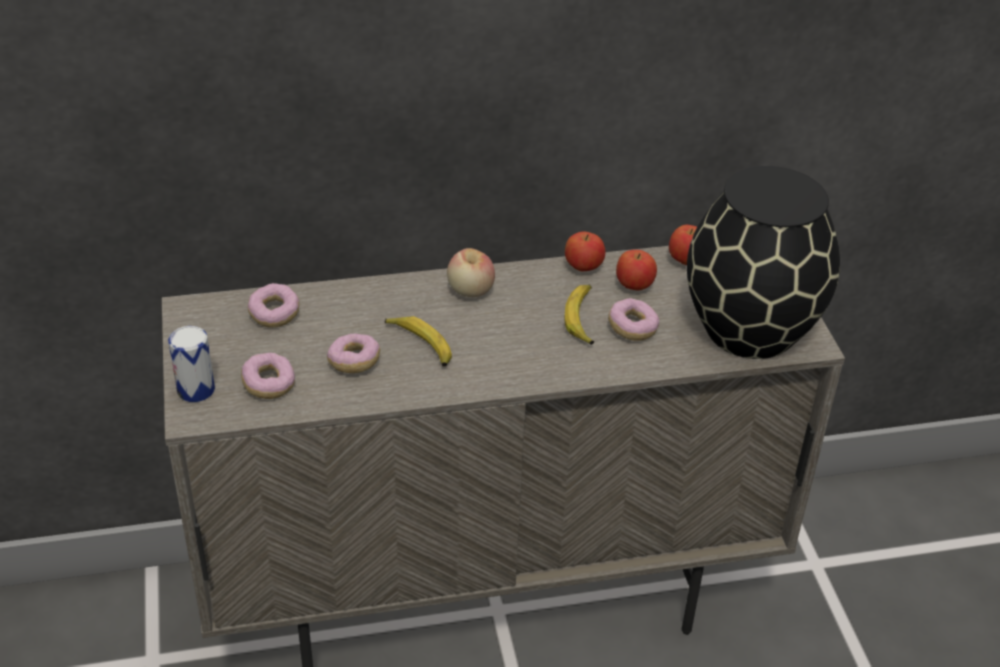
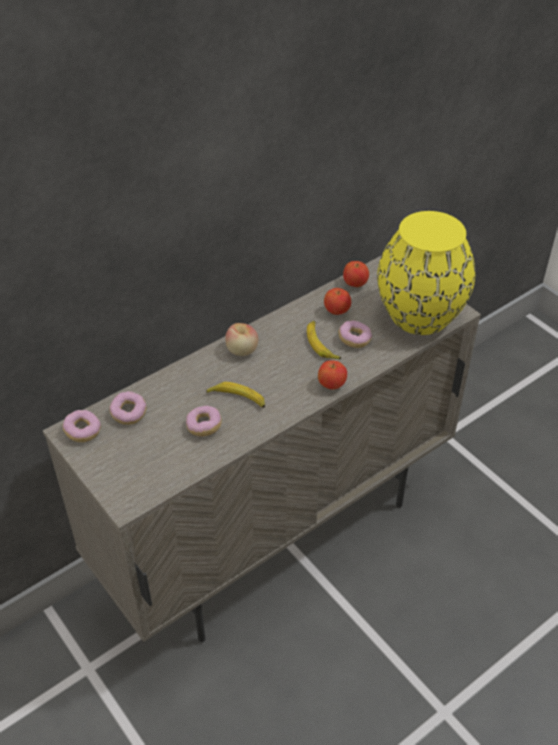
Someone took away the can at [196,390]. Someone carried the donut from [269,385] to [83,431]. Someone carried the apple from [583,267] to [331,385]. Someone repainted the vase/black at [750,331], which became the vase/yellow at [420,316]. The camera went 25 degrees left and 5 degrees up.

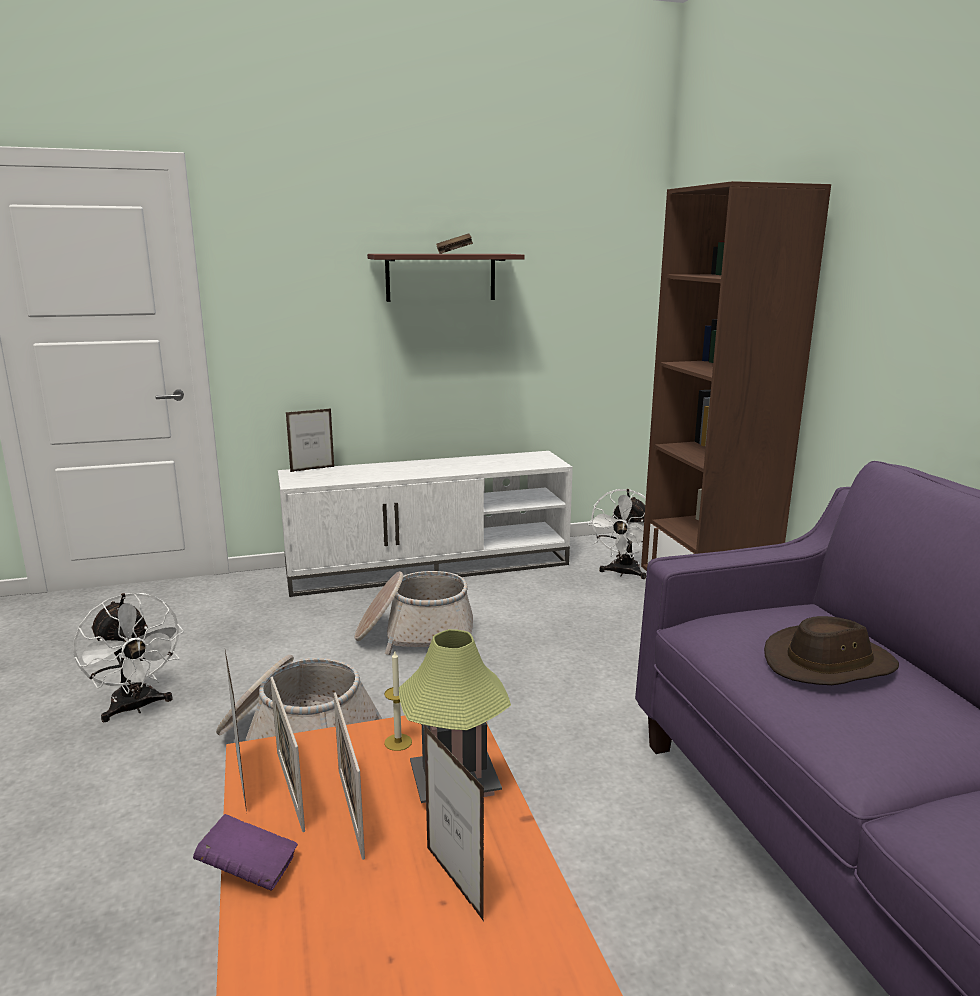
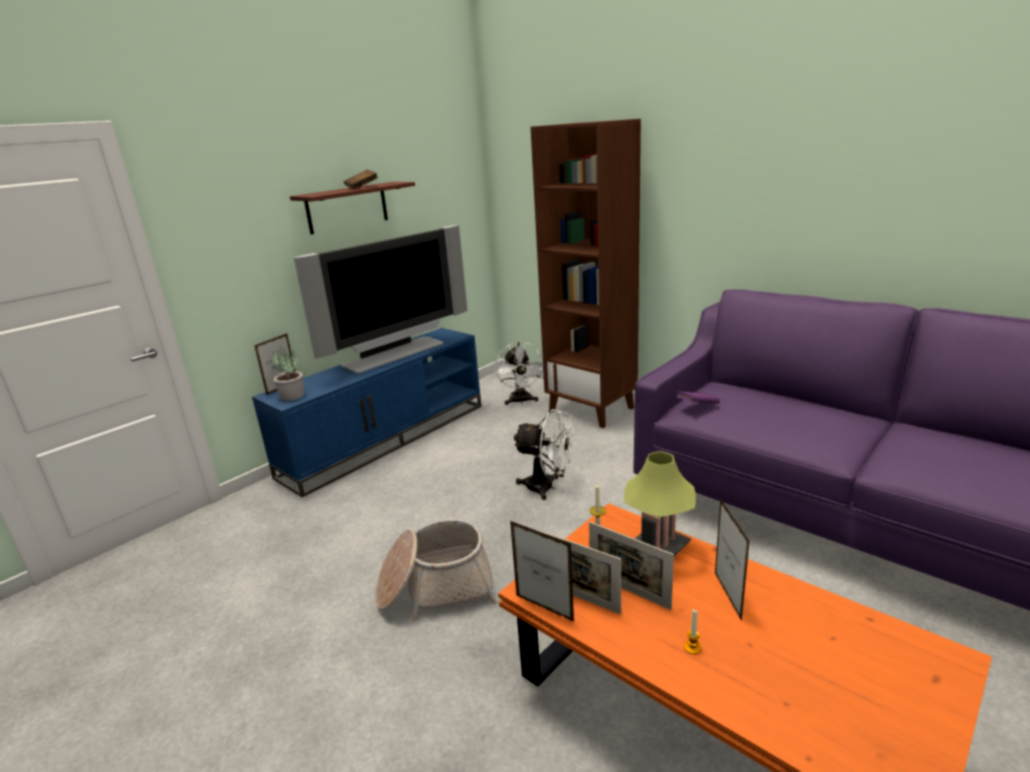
Someone carried the fan/white from [136,707] to [547,487]. Someone carried the book/purple from [249,870] to [697,406]. Someone repainted the tv stand/white at [430,566], which became the tv stand/blue at [387,438]. Someone took away the basket at [415,635]. Someone rotated the picture frame at [454,882] by 120 degrees counterclockwise. Someone took away the hat/brown at [829,664]. Someone put down the potted plant at [291,396]. Someone put down the television at [395,354]. Someone put down the candle at [692,647]. The camera went 30 degrees left and 5 degrees up.

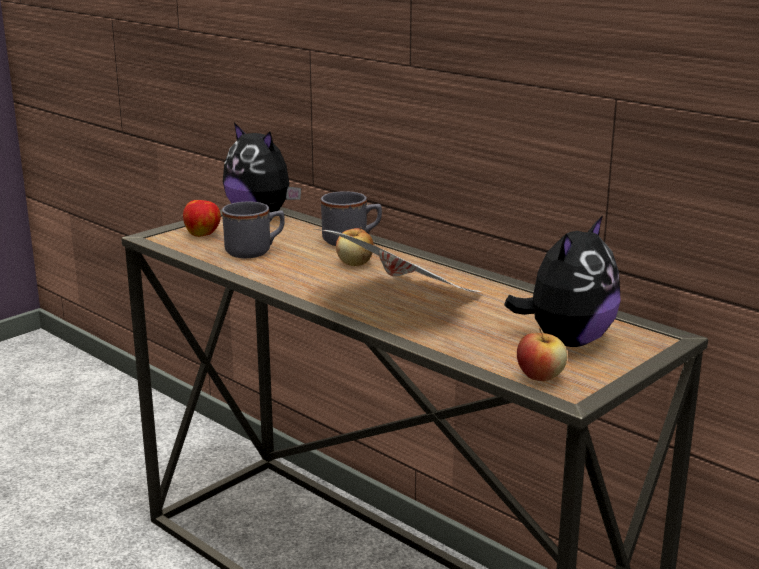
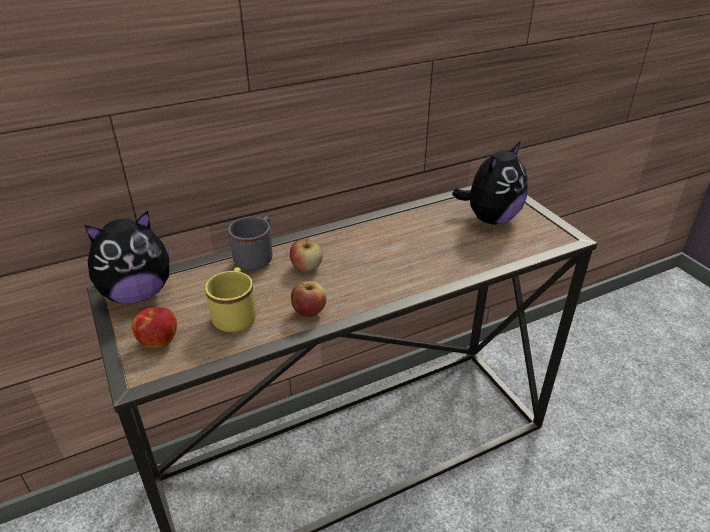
Someone repainted the mug/grey at [255,251], which became the mug/yellow at [236,315]. Someone took away the newspaper at [401,304]. Someone rotated the plush toy at [567,340] by 75 degrees clockwise. Someone carried the apple from [540,376] to [309,311]. The camera went 70 degrees left and 15 degrees up.

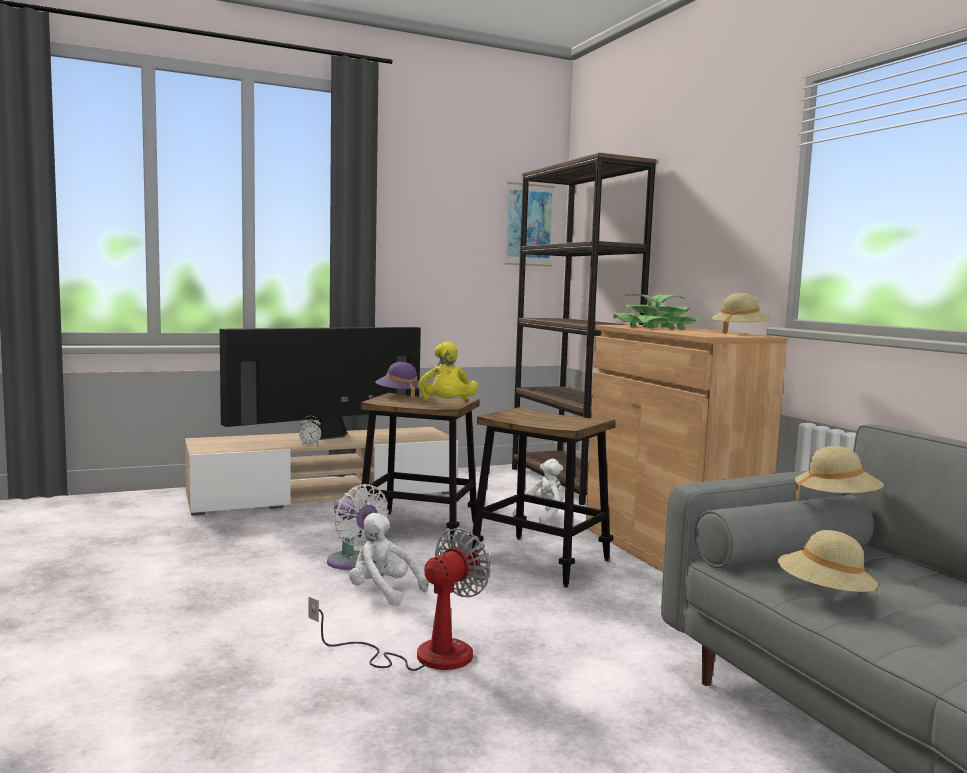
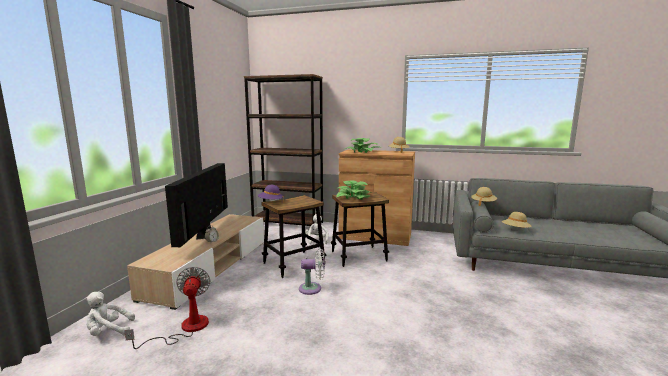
Someone carried the fan from [422,655] to [185,329]. Someone carried the plush toy/white from [382,592] to [108,332]. Someone took away the plush toy/yellow at [447,406]. Someone took away the picture at [529,225]. Someone put down the potted plant at [353,197]. The camera went 50 degrees left and 5 degrees up.

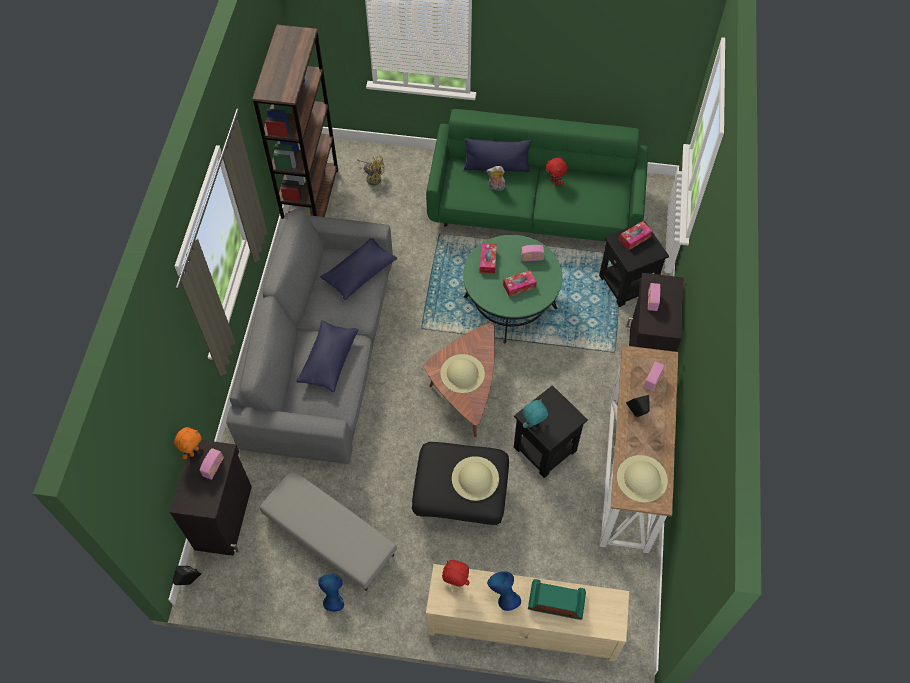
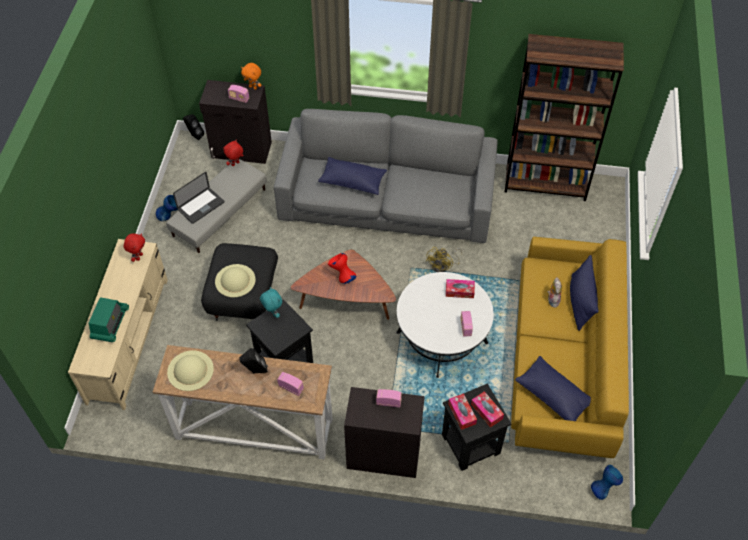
Someone carried the pillow/blue from [359,273] to [553,395]. Someone carried the fan/yellow from [373,177] to [443,266]. Someone repainted the sofa/green at [535,208], which became the sofa/yellow at [562,363]. Someone swapped the hat/beige at [462,373] for the vase/red at [342,277]. Someone repainted the coffee table/green at [510,302], which became the coffee table/white at [442,338]. Someone carried the vase/blue from [503,596] to [603,488]. Someone carried the tissue box from [519,286] to [462,414]. Someone carried the plush toy/red from [555,182] to [235,164]. Someone put down the laptop at [201,206]. The camera went 90 degrees right and 5 degrees down.

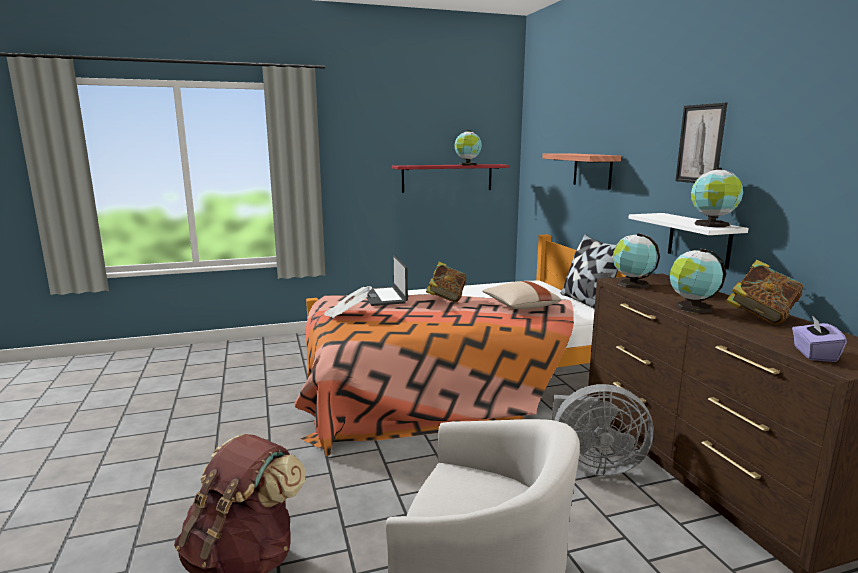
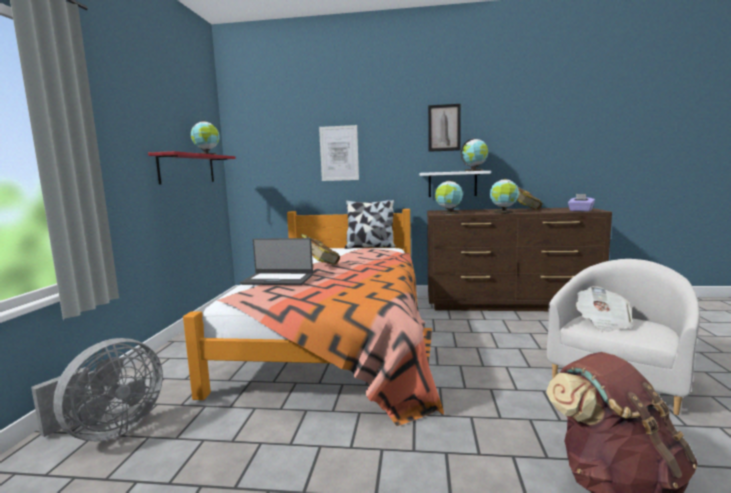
Someone carried the newspaper from [347,314] to [602,323]. Someone took away the pillow/beige at [520,307]. Someone swapped the shelf at [592,170] for the picture at [339,153]. Someone carried the fan/grey from [593,465] to [108,431]. The camera went 65 degrees left and 5 degrees down.

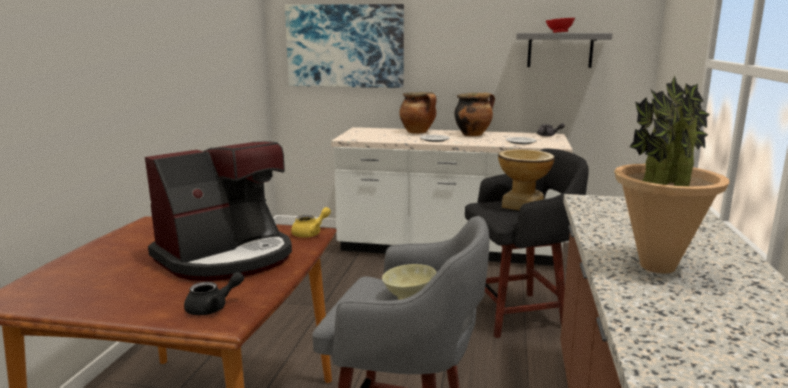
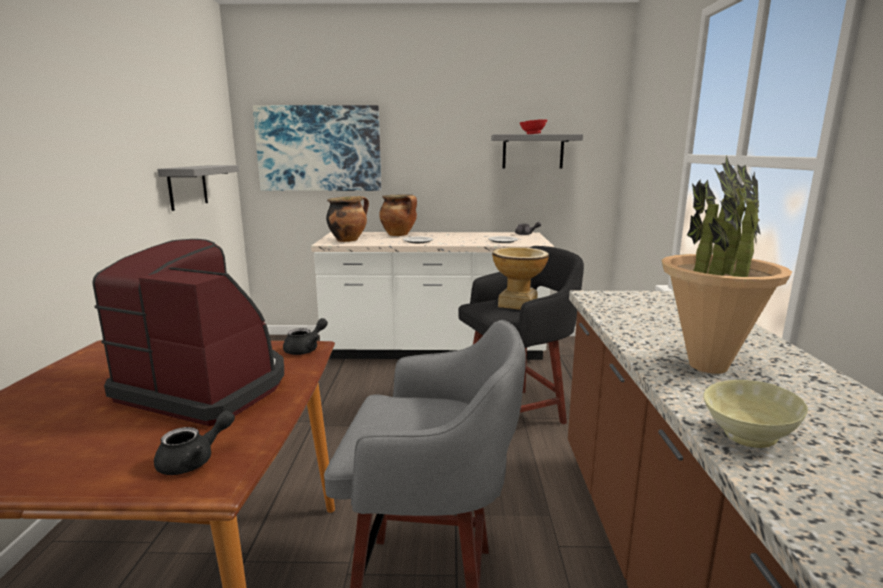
Someone rotated the coffee machine at [227,257] by 105 degrees counterclockwise. Someone repainted the teapot/yellow at [311,233], which became the teapot/black at [306,349]. Someone carried the bowl/beige from [408,297] to [745,436]. Someone carried the cooking pot from [473,134] to [348,240]. Someone put up the shelf/grey at [187,187]. The camera went 10 degrees left and 0 degrees up.

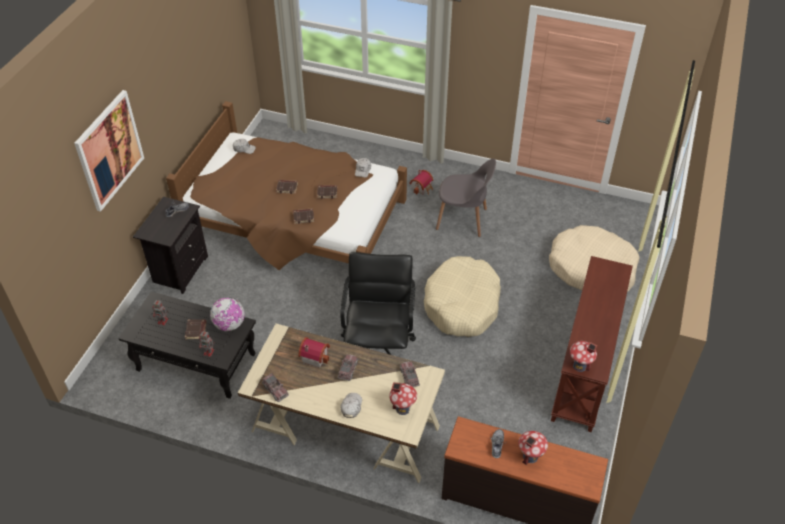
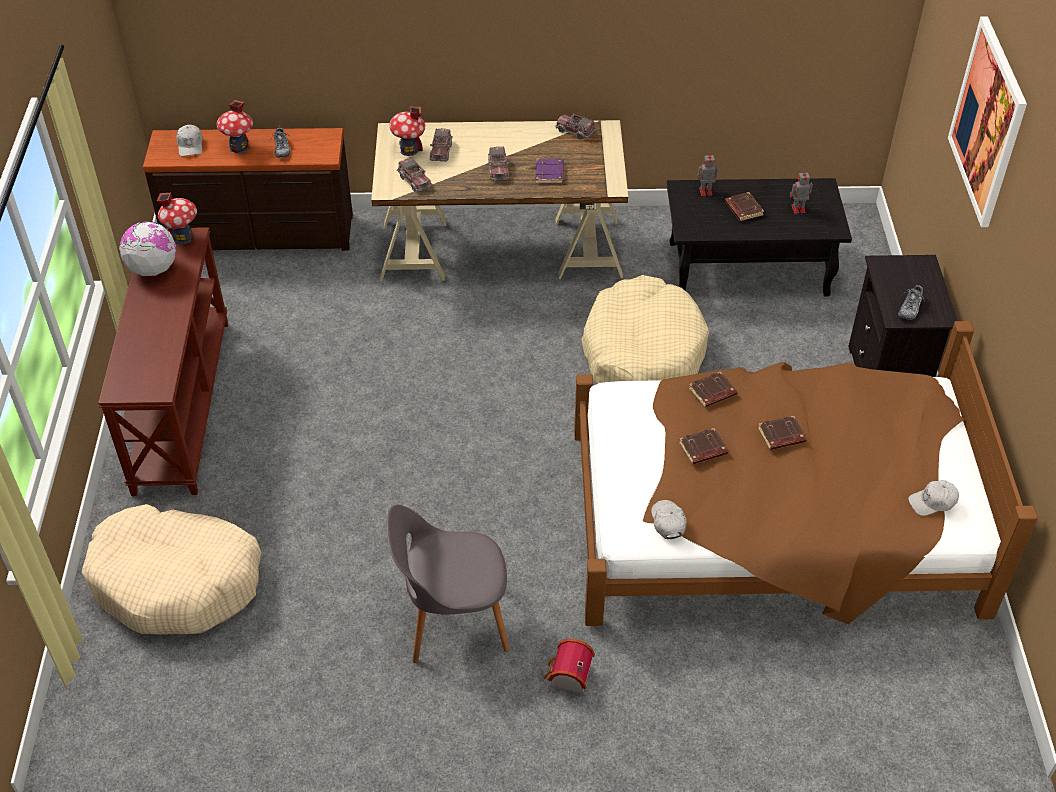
Someone carried the globe from [229,325] to [153,269]. Someone swapped the toy house at [315,356] for the book/purple at [550,174]. Someone took away the office chair/black at [378,346]. Someone carried the cap/white from [351,407] to [190,145]. Someone carried the dog bed/beige from [462,305] to [642,354]. Someone put down the toy truck at [441,151]. The camera went 160 degrees right and 0 degrees up.

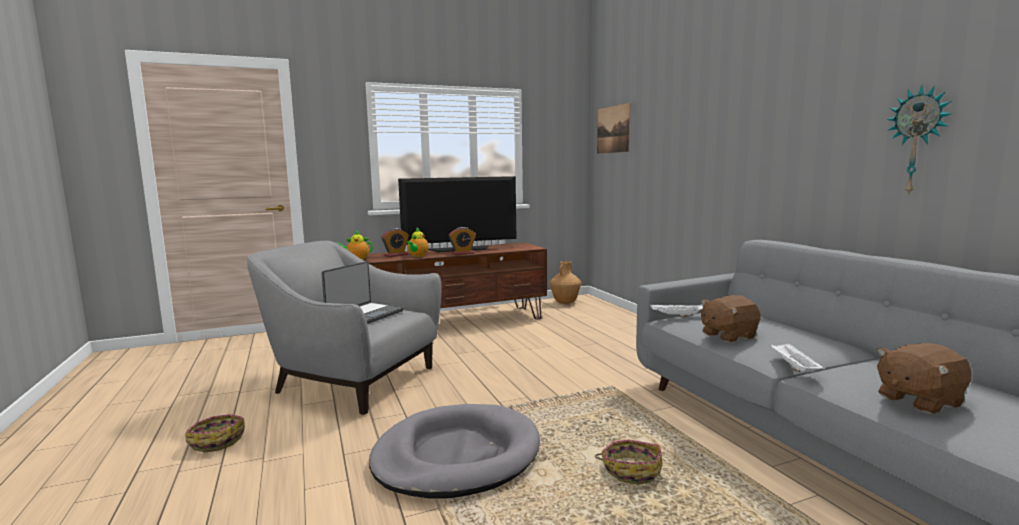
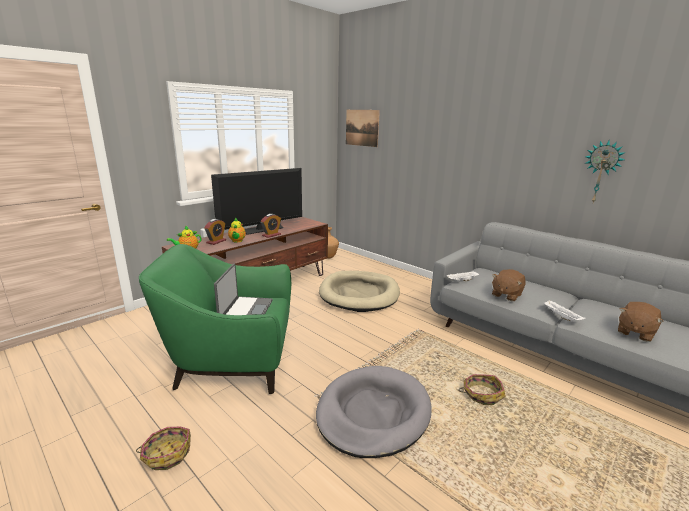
Someone repainted the armchair/grey at [354,381], which became the armchair/green at [232,362]. Someone put down the dog bed/beige at [359,294]. The camera went 25 degrees left and 10 degrees up.

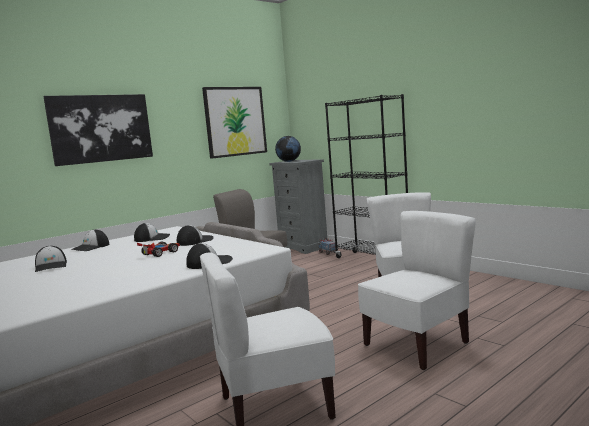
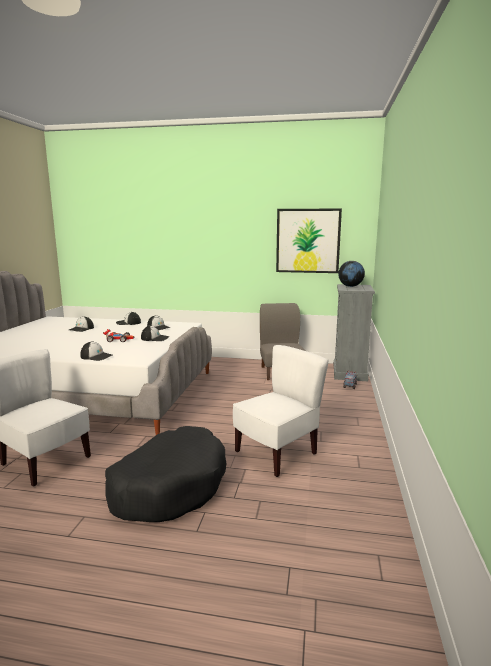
Someone took away the picture at [101,128]. Someone took away the bookcase/black at [372,260]. Someone swapped the chair/white at [418,345] for the dog bed/black at [169,486]. The camera went 50 degrees right and 5 degrees up.

